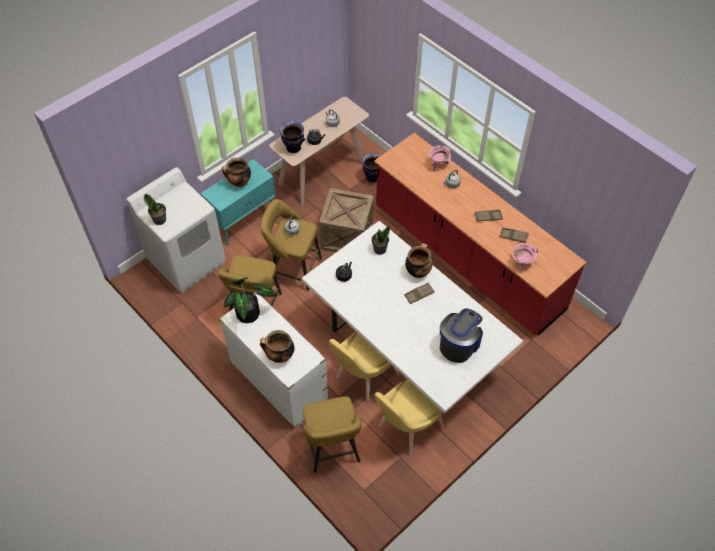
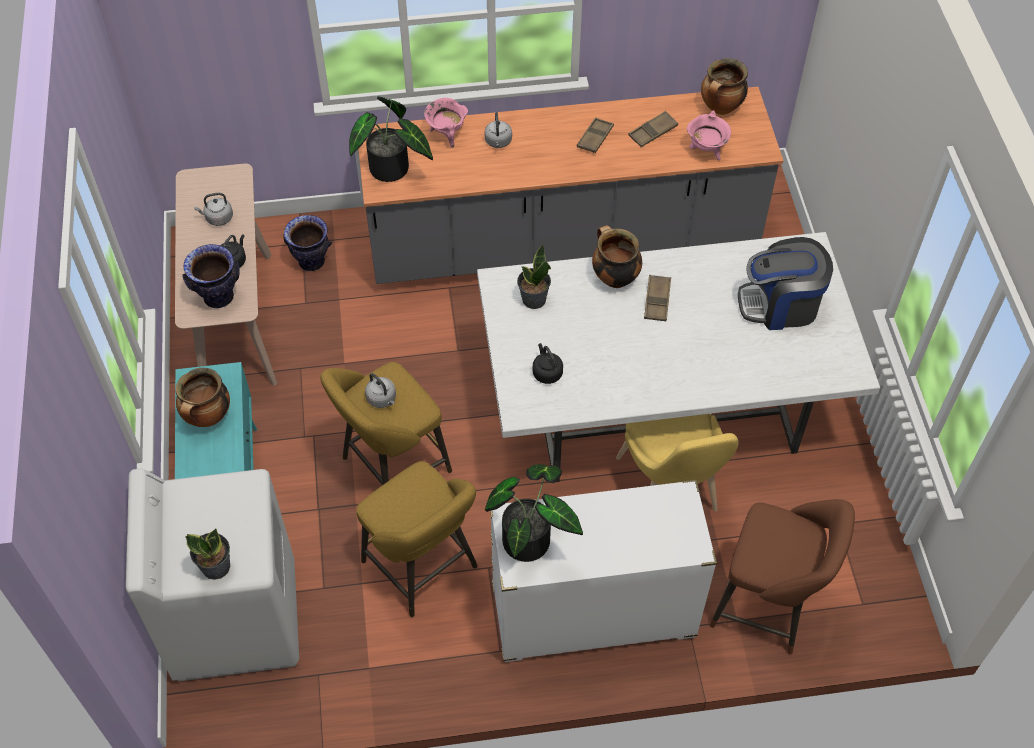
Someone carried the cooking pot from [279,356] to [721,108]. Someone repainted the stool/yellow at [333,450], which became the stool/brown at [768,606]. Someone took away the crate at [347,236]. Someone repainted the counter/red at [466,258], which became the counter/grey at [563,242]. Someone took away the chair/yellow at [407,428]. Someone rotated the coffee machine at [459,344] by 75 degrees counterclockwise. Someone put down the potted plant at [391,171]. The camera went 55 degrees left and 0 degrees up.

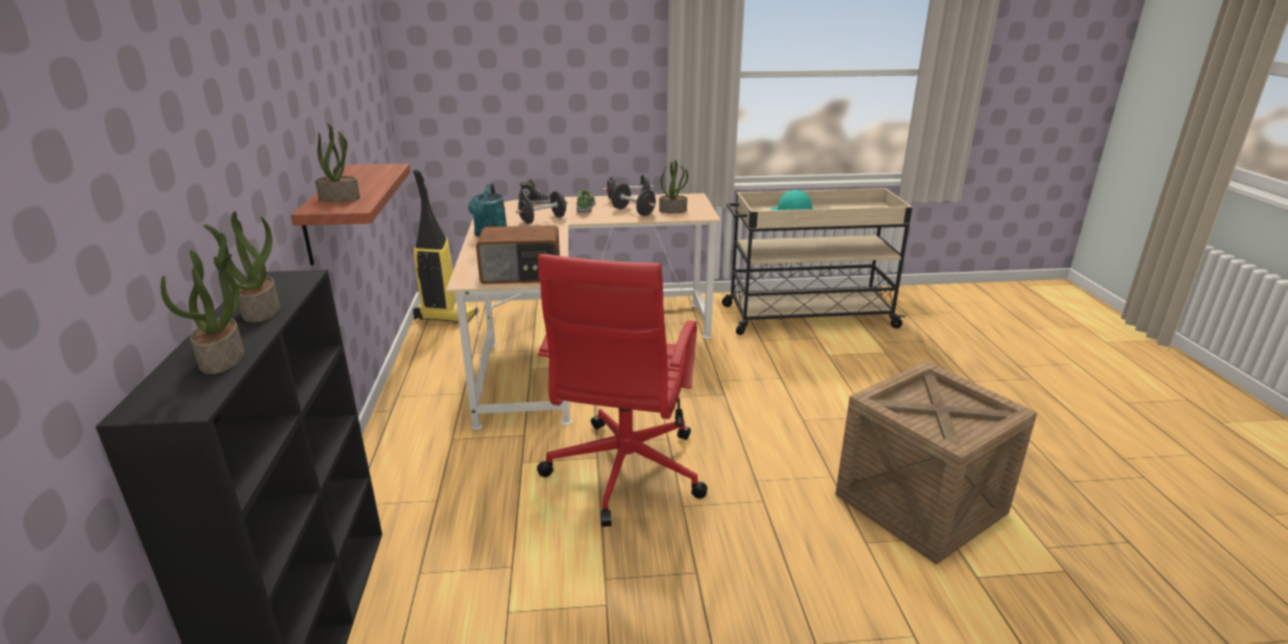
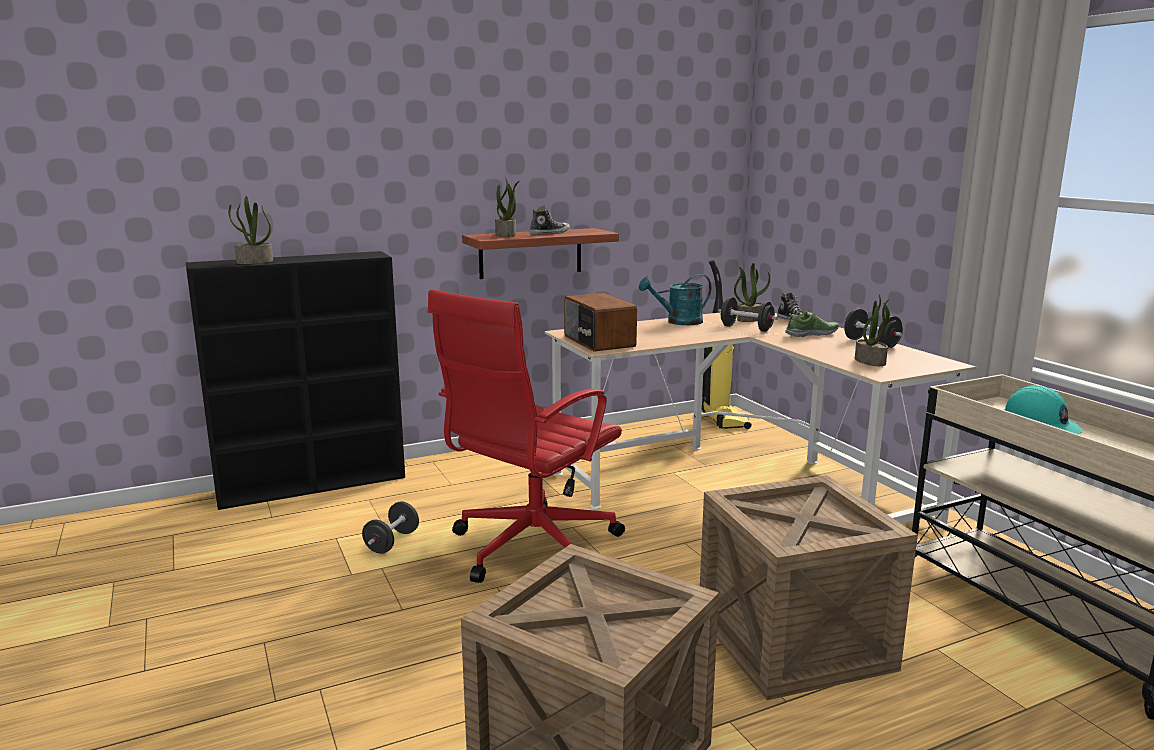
Someone carried the potted plant from [259,310] to [749,319]. Someone rotated the office chair/red at [624,473] by 45 degrees counterclockwise. Someone carried the dumbbell/black from [633,212] to [392,542]. Someone put down the shoe at [549,233]. Someone put down the crate at [794,642]. The camera went 70 degrees right and 10 degrees down.

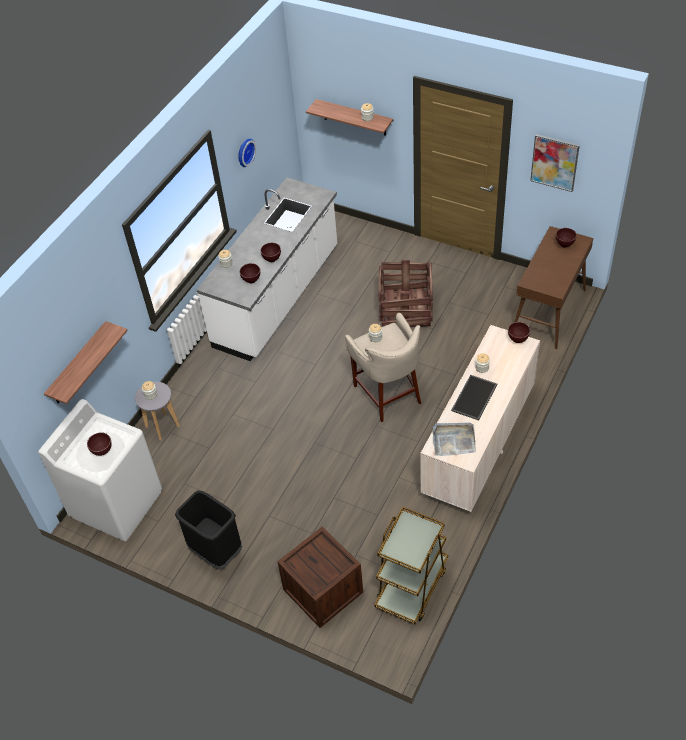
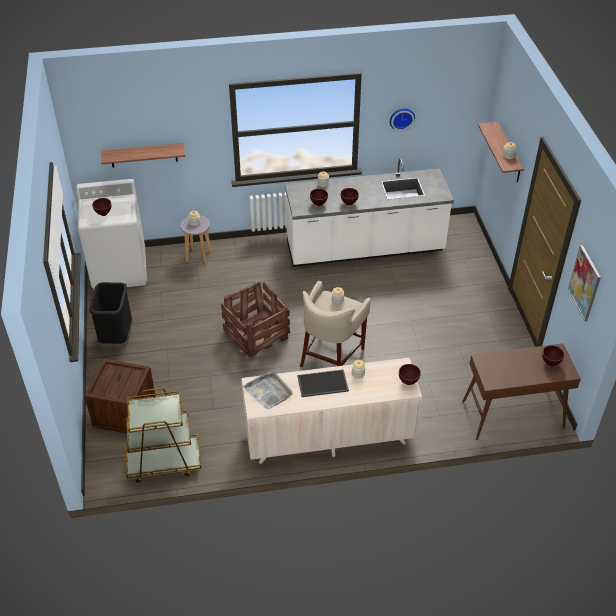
Someone carried the crate from [406,309] to [257,333]. The camera went 50 degrees right and 5 degrees down.

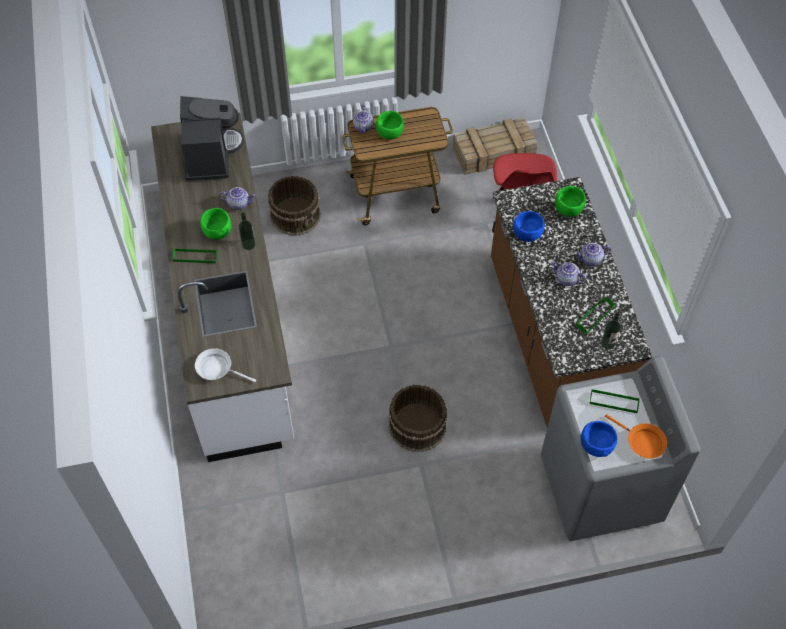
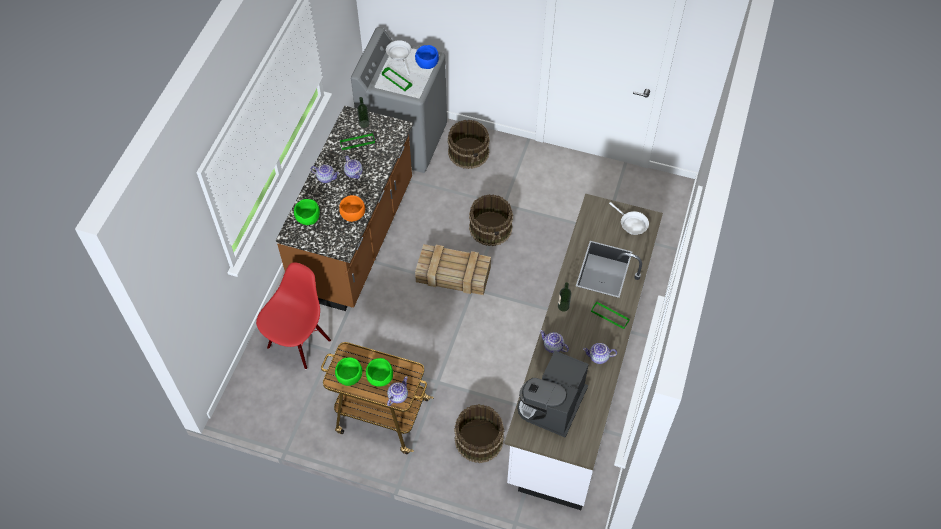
Someone carried the bowl/green from [217,232] to [350,377]. Someone carried the crate from [494,152] to [452,275]. Someone repainted the bowl/blue at [527,235], which became the bowl/orange at [353,215]. Someone repainted the frying pan/orange at [642,442], which became the frying pan/white at [399,55]. Someone put down the bucket/brown at [469,152]. Someone put down the teapot at [598,357]. The camera went 150 degrees left and 0 degrees up.

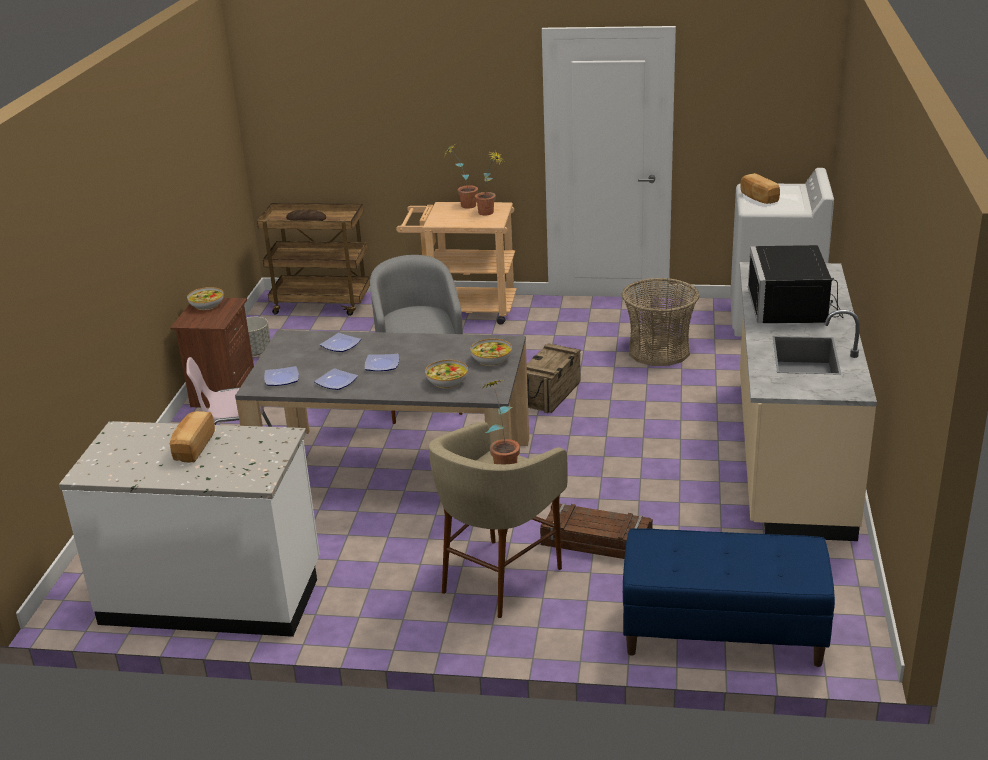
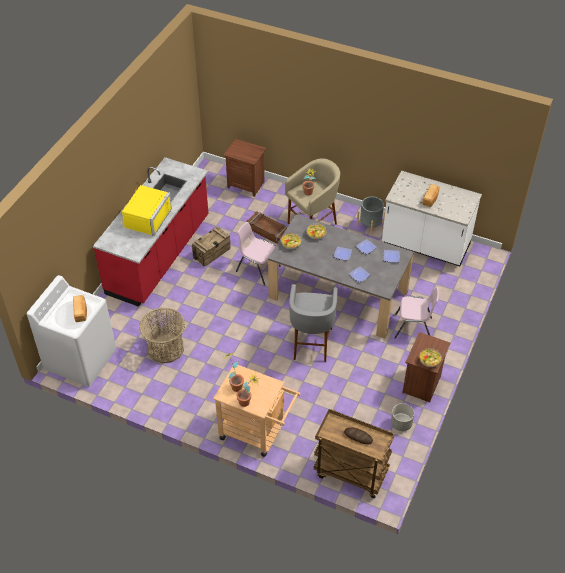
Someone carried the crate from [551,394] to [211,253]. Someone swapped the bench/blue at [722,634] for the nightstand/brown at [246,184]. Someone repainted the counter/beige at [789,454], which became the counter/red at [159,255]. Someone repainted the microwave/black at [794,307], which became the microwave/yellow at [145,218]. Someone put down the chair/pink at [257,268]. Someone put down the planter/grey at [370,226]. The camera went 165 degrees left and 20 degrees up.

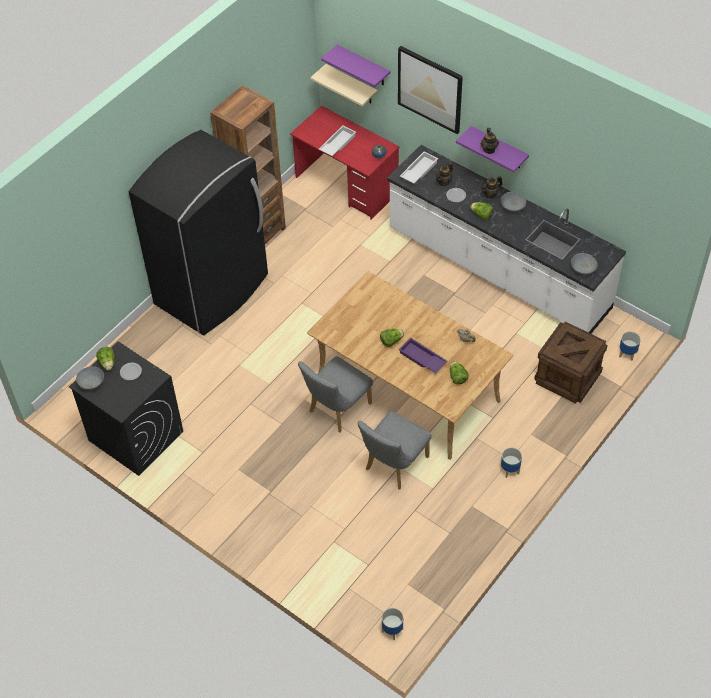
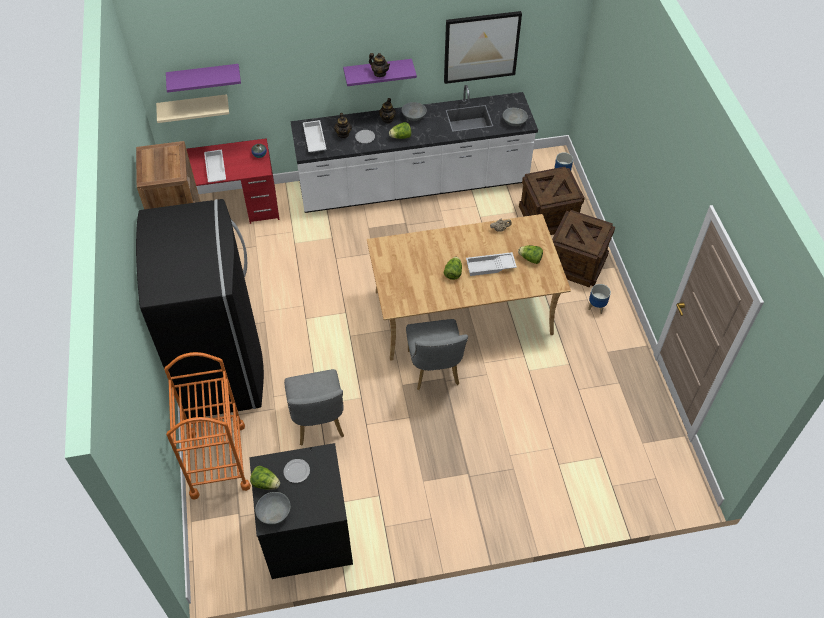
Someone carried the chair/grey from [393,466] to [318,424]. Someone took away the planter at [392,630]. Someone carried the picture from [430,89] to [481,47]. Someone repainted the tray/purple at [421,359], which became the tray/white at [490,267]. Someone put down the cart/orange at [218,460]. Someone put down the crate at [576,263]. The camera went 50 degrees left and 0 degrees up.

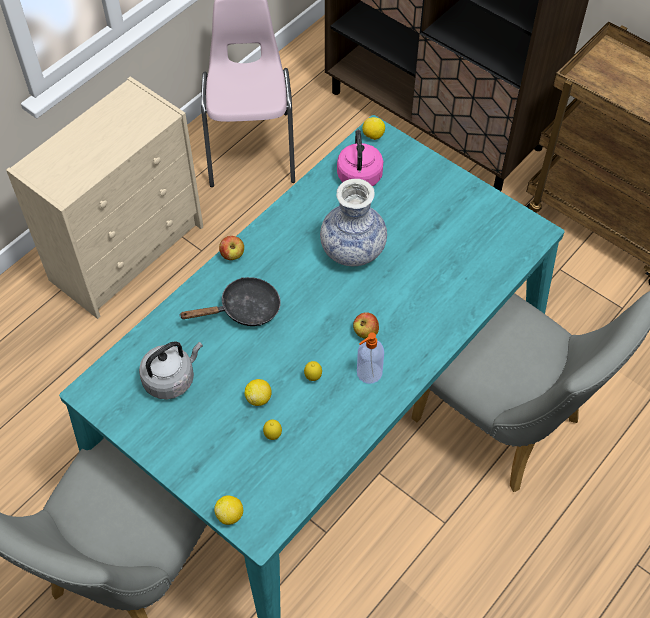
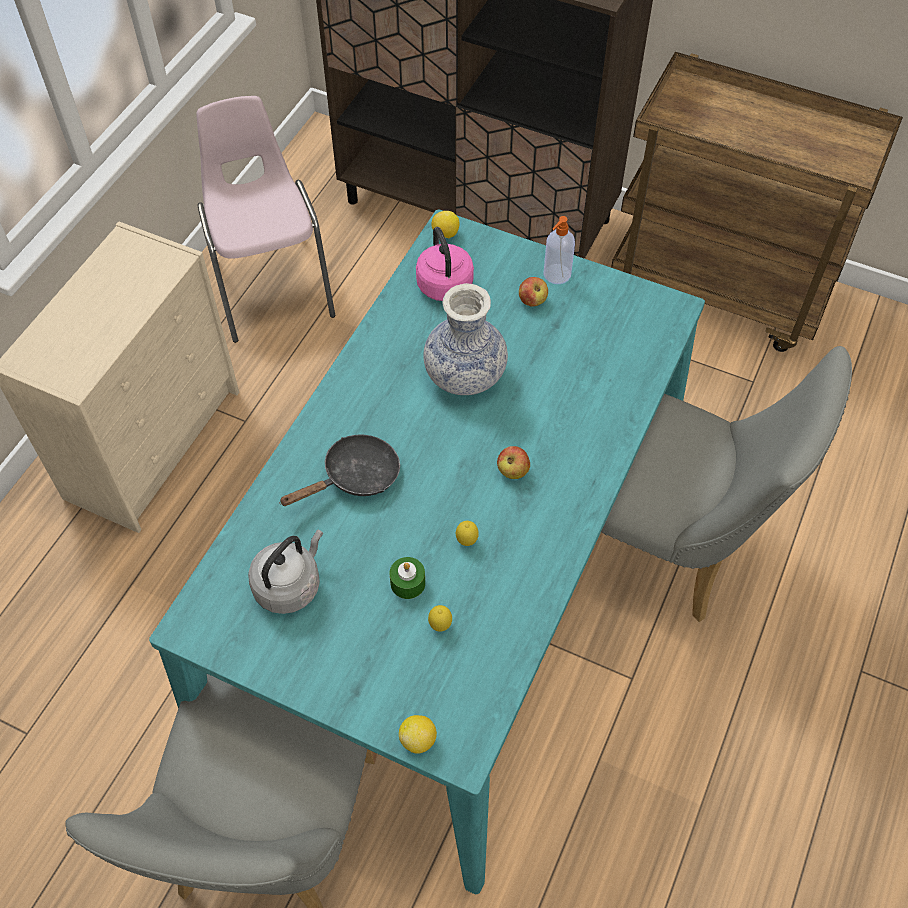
Someone carried the apple from [232,255] to [532,301]. Someone swapped the lemon at [258,398] for the candle/green at [408,583]. Someone carried the soap dispenser from [368,373] to [556,275]. The camera went 15 degrees left and 0 degrees up.

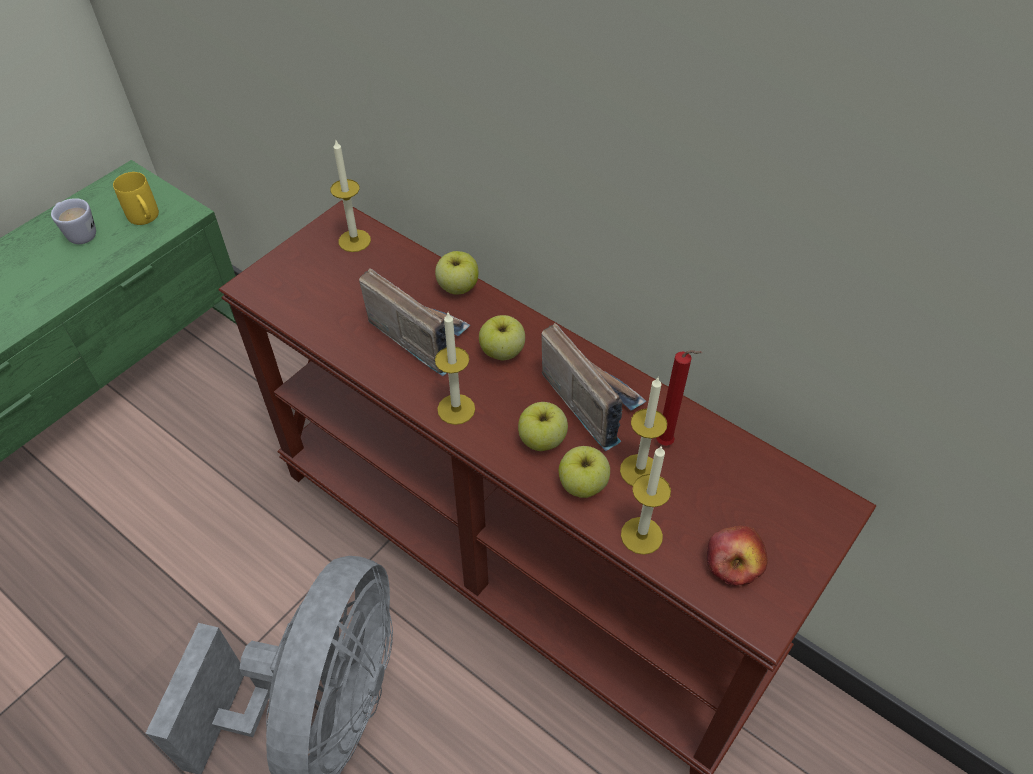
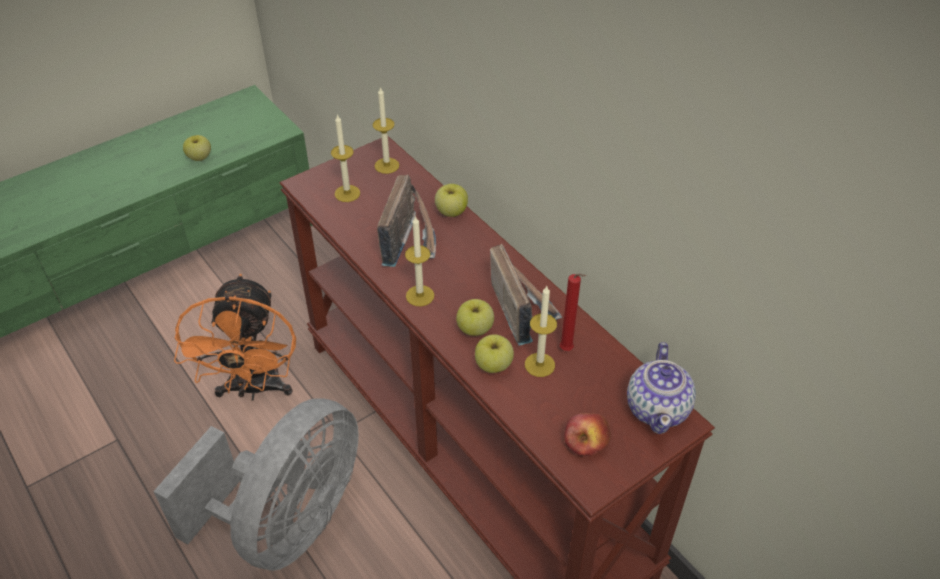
Someone took away the mug/white at [79,233]. Someone took away the mug/yellow at [146,219]. Someone rotated the radio at [419,334] by 45 degrees clockwise. Someone carried the apple from [502,352] to [199,157]. Someone carried the candle from [641,535] to [347,193]. Someone put down the fan/orange at [254,389]. Someone put down the teapot at [658,408]. The camera went 15 degrees right and 5 degrees down.

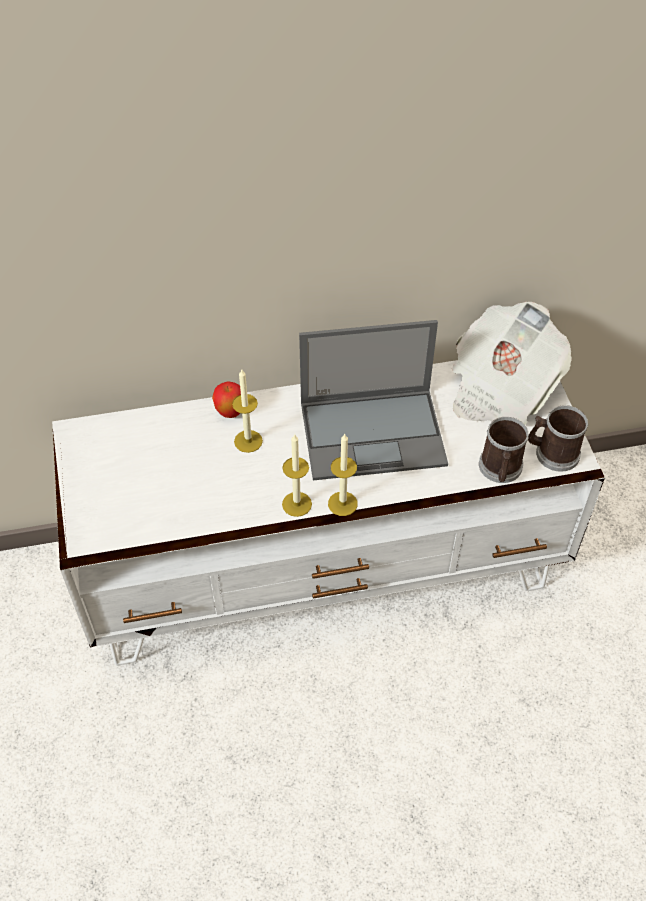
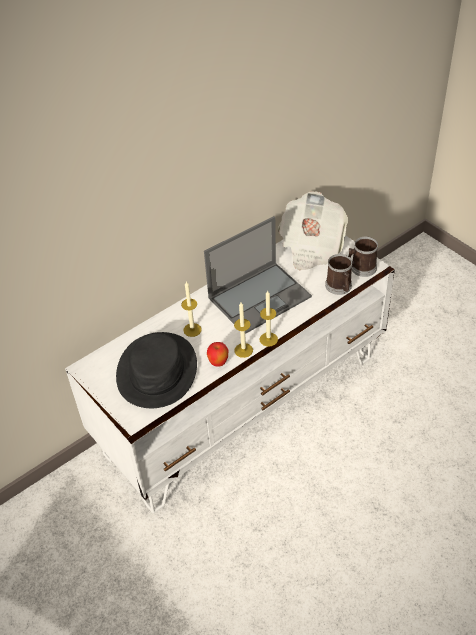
Someone carried the apple from [230,413] to [218,363]. Someone put down the hat/black at [157,371]. The camera went 25 degrees left and 5 degrees down.

